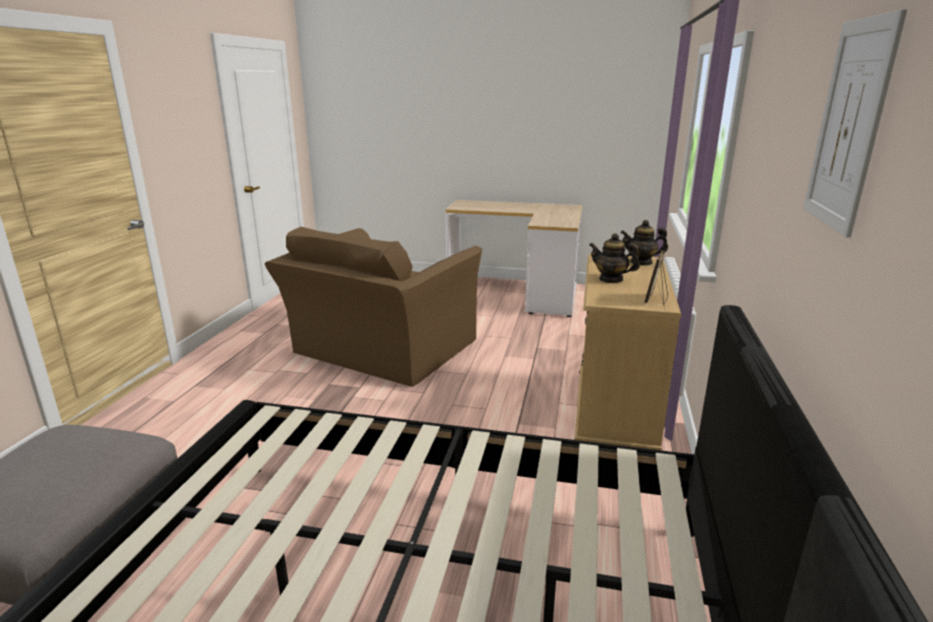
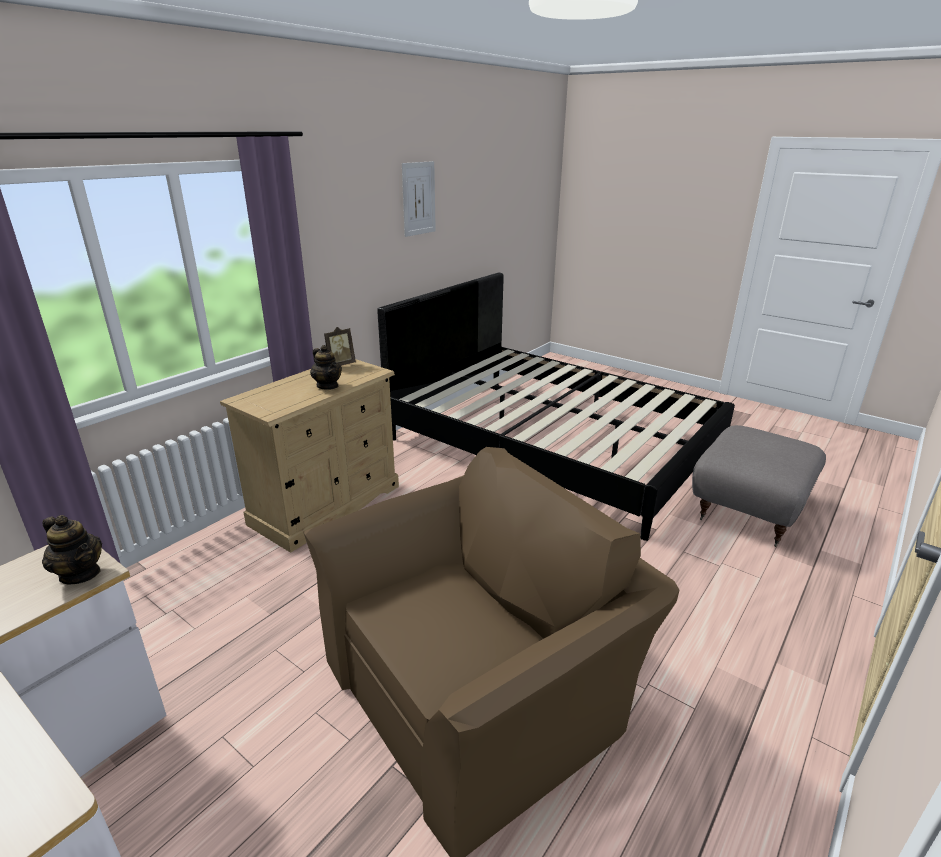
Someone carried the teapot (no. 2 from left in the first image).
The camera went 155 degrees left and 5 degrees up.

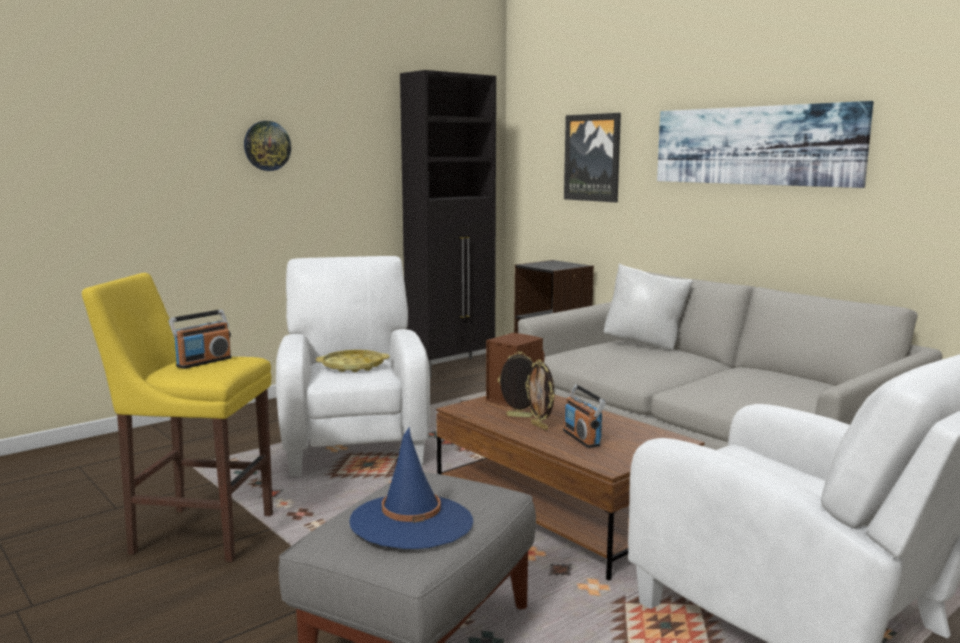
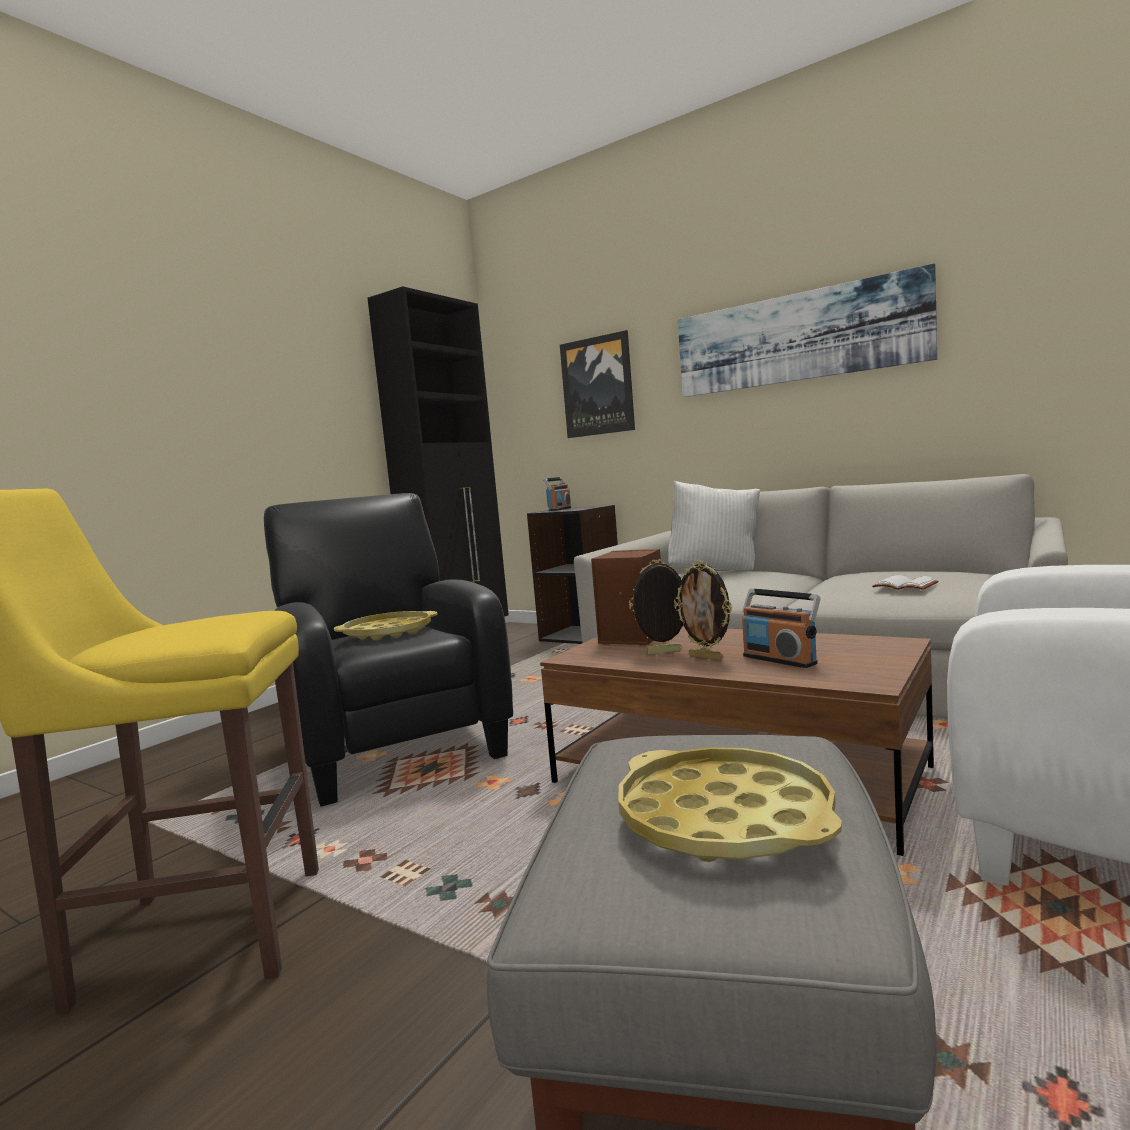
Someone took away the wall clock.
Someone repainted the armchair (white) (no. 1 from left), which became the armchair (black).
Someone carried the radio (no. 1 from left).
Someone swapped the hat (blue) for the tray (yellow) (no. 2 from left).
Someone put down the book (white).
The camera went 15 degrees left and 5 degrees down.

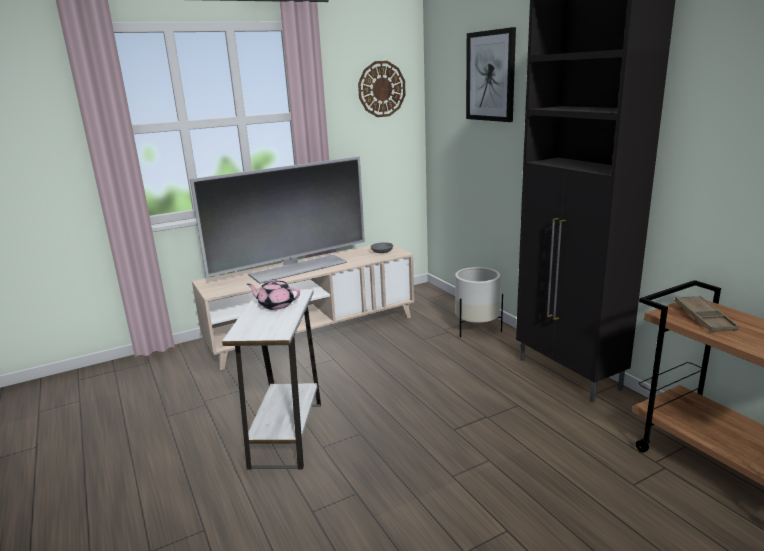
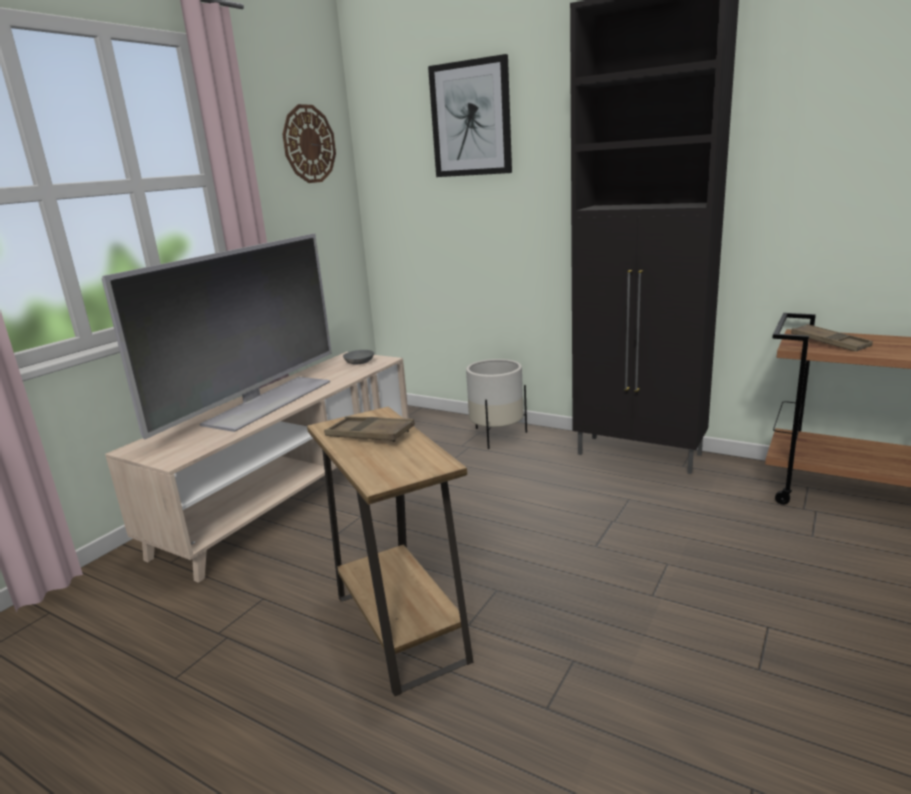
Someone swapped the teapot (pink) for the tray (brown) (no. 1 from left).
Someone repainted the side table (white), which became the side table (brown).
The camera went 30 degrees left and 0 degrees up.

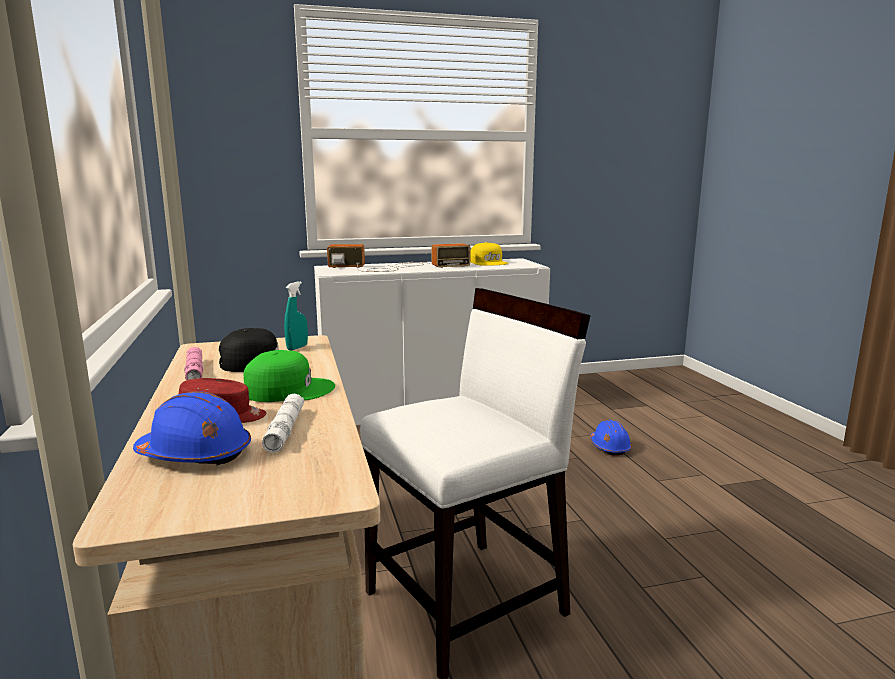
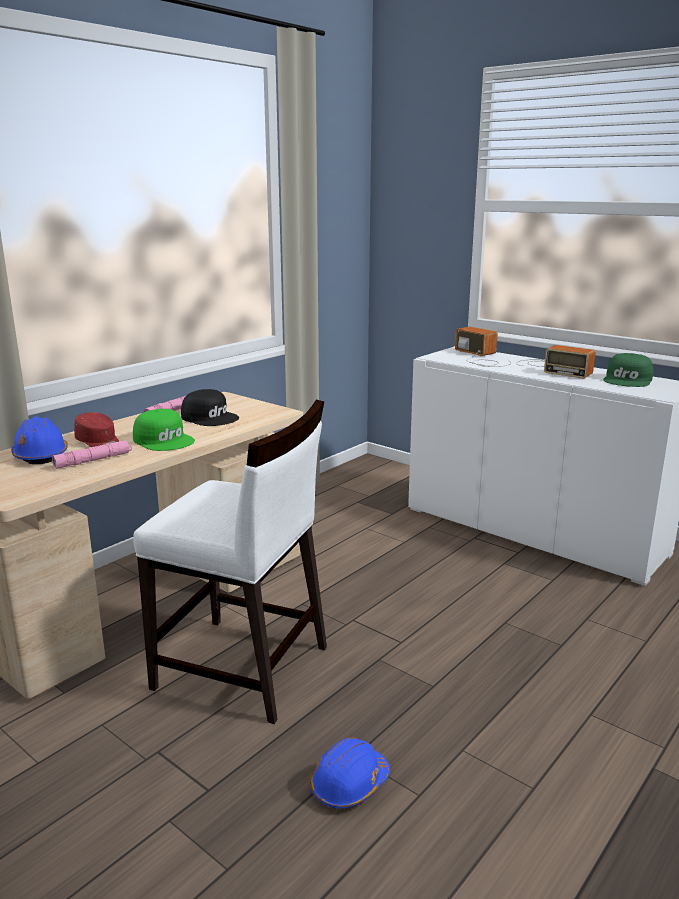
Someone repainted the cap (yellow), which became the cap (green) (no. 2 from left).
Someone took away the spray bottle (turquoise).
Someone repainted the flashlight (white), which became the flashlight (pink) (no. 1 from left).
Someone carried the hard hat (blue) (no. 2 from left).
The camera went 55 degrees right and 5 degrees up.

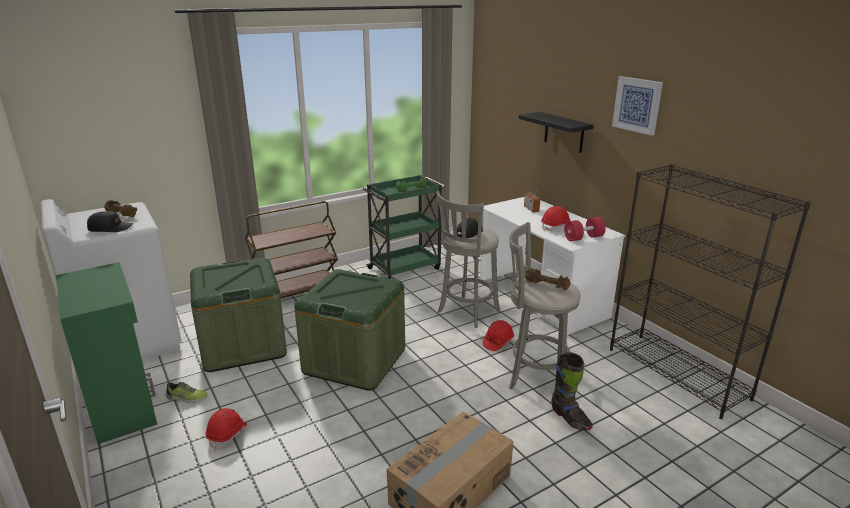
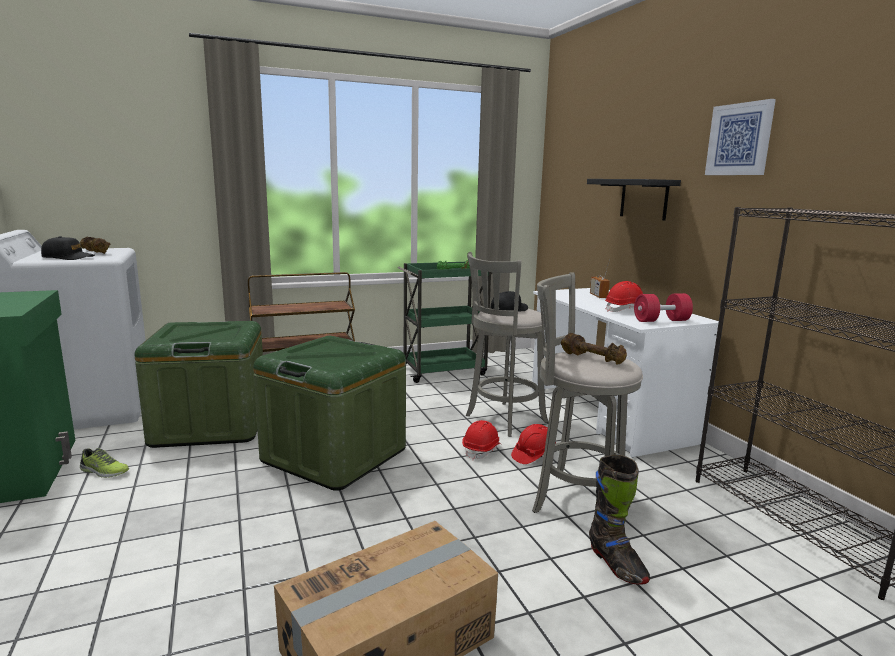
Someone carried the hard hat (red) (no. 1 from left).
The camera went 10 degrees right and 10 degrees down.

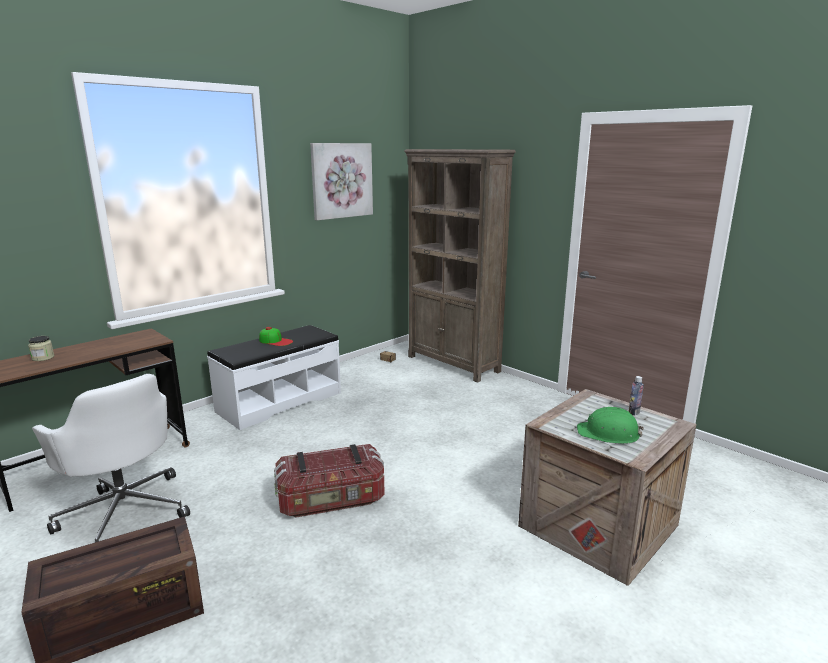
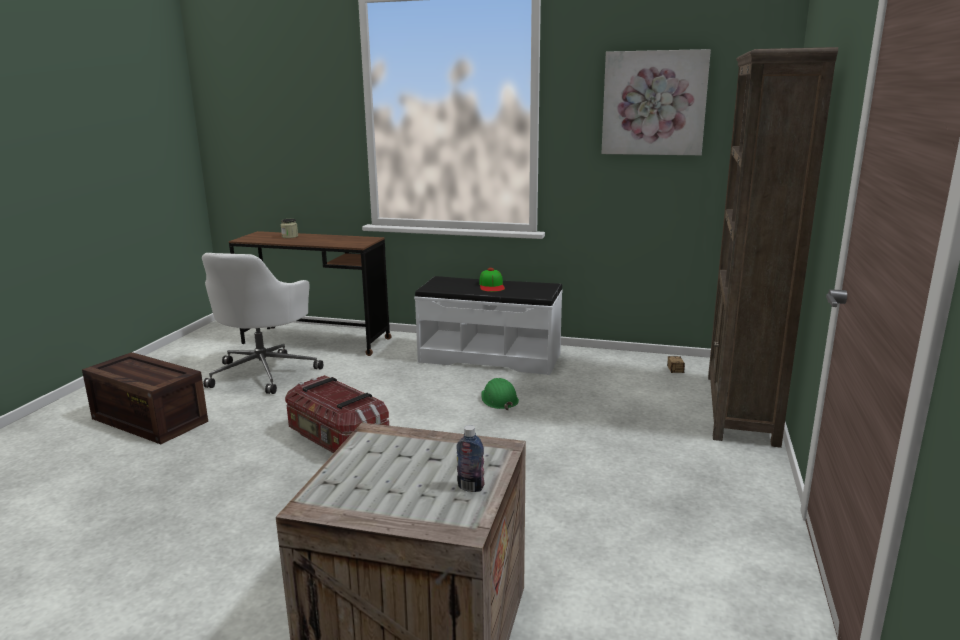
Someone carried the hard hat (green).
The camera went 60 degrees right and 0 degrees up.

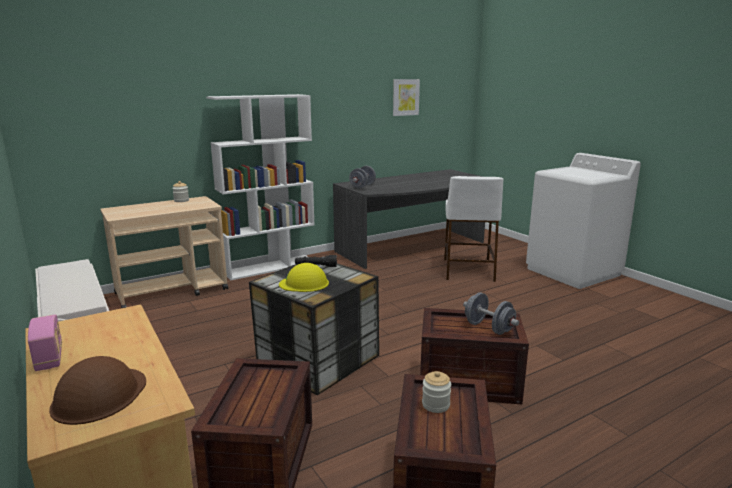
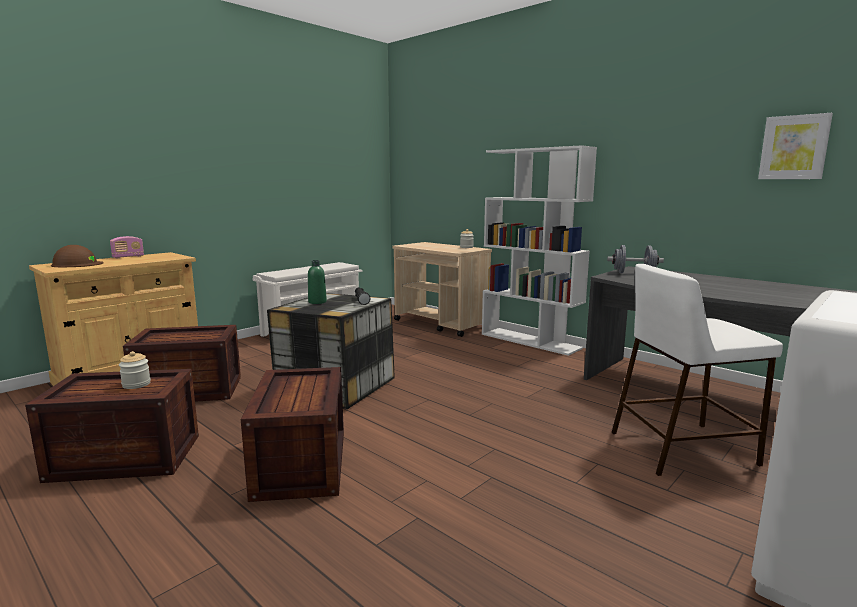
Someone swapped the hard hat (yellow) for the bottle (green).
Someone took away the dumbbell (grey) (no. 2 from left).
The camera went 75 degrees right and 5 degrees down.

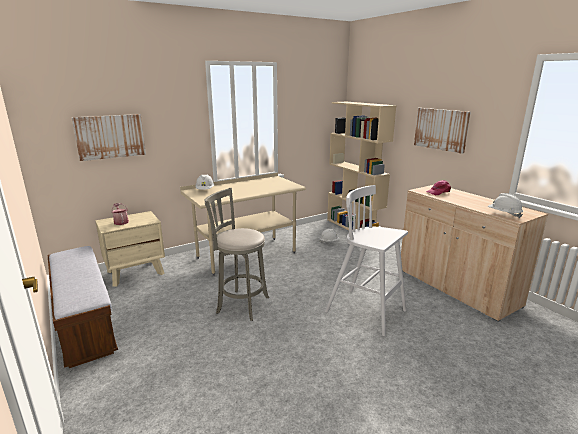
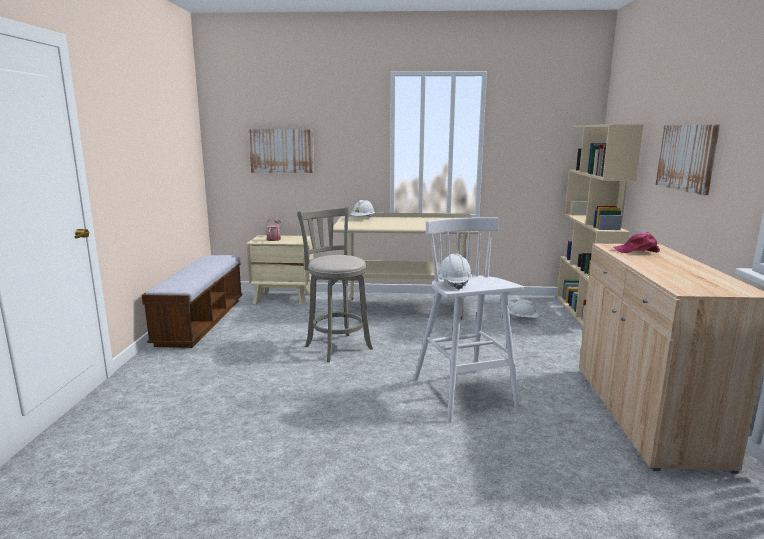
Someone carried the hard hat (white) (no. 3 from left in the first image).
The camera went 35 degrees right and 5 degrees down.

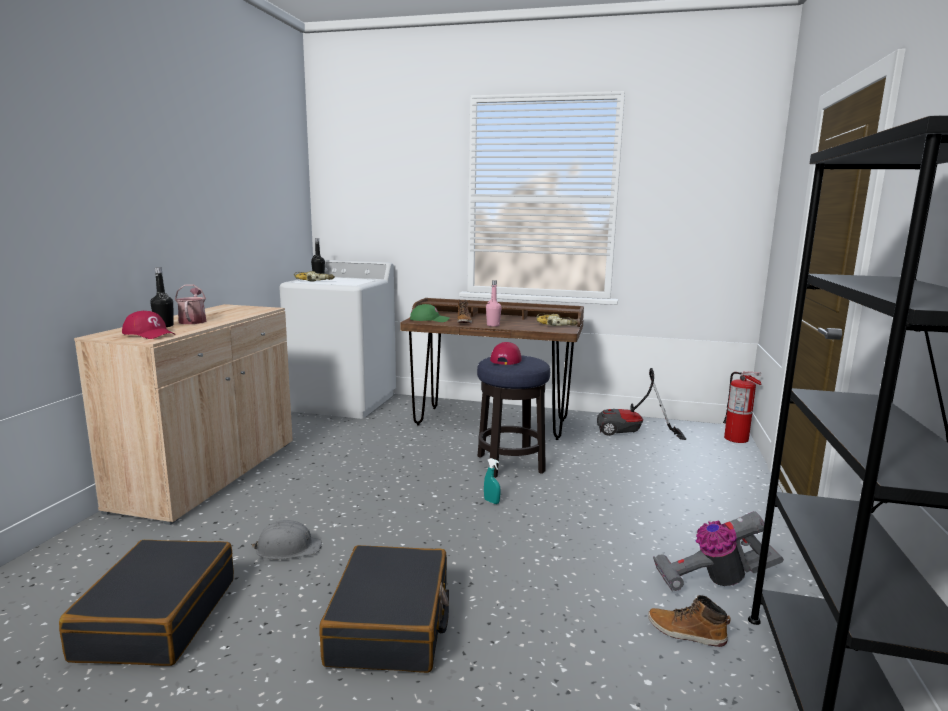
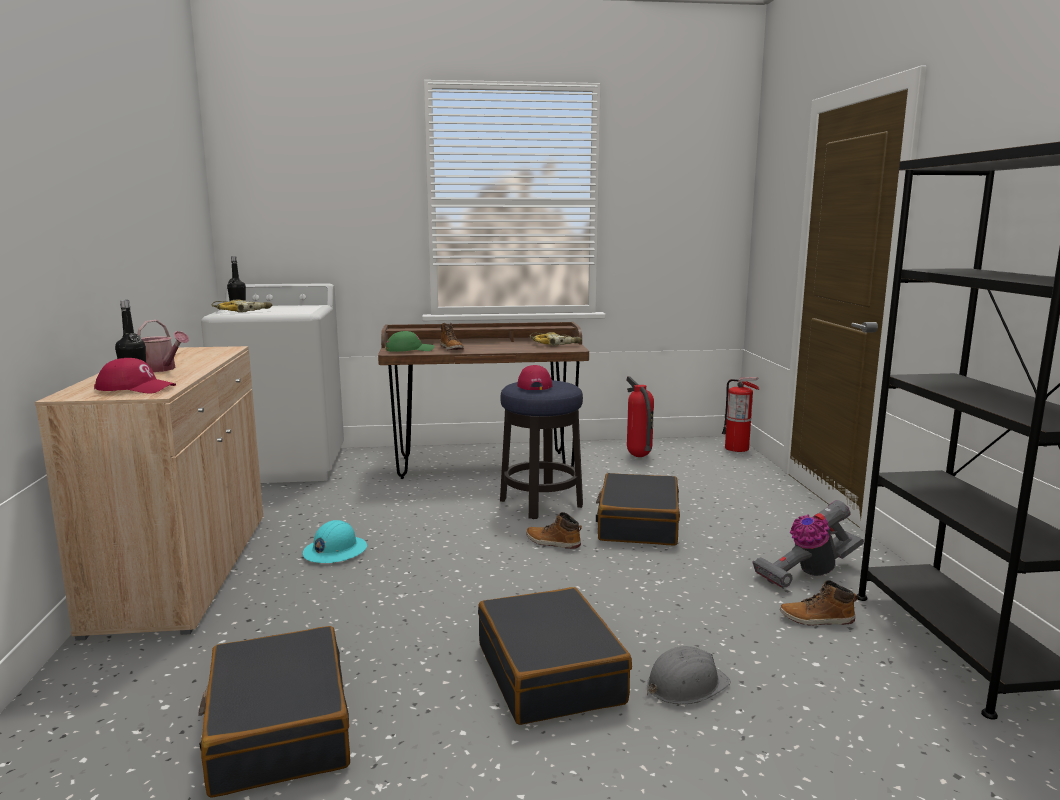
Someone took away the bottle (pink).
Someone rotated the watering can by 150 degrees clockwise.
Someone swapped the vacuum cleaner (no. 1 from left) for the fire extinguisher (no. 1 from left).
Someone swapped the spray bottle (turquoise) for the boot (no. 2 from left).
Someone carried the hard hat (grey).
Someone put down the suitcase (black) (no. 3 from left).
Someone put down the hard hat (turquoise).
The camera went 20 degrees left and 0 degrees up.

